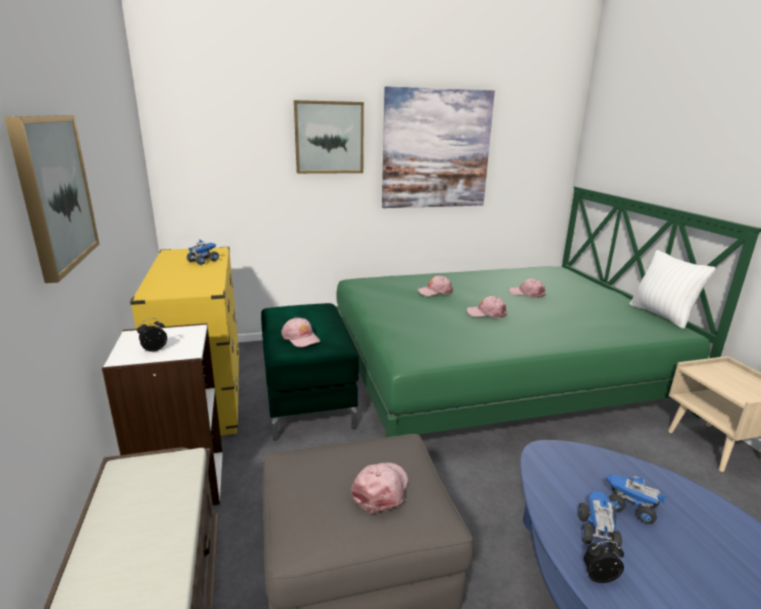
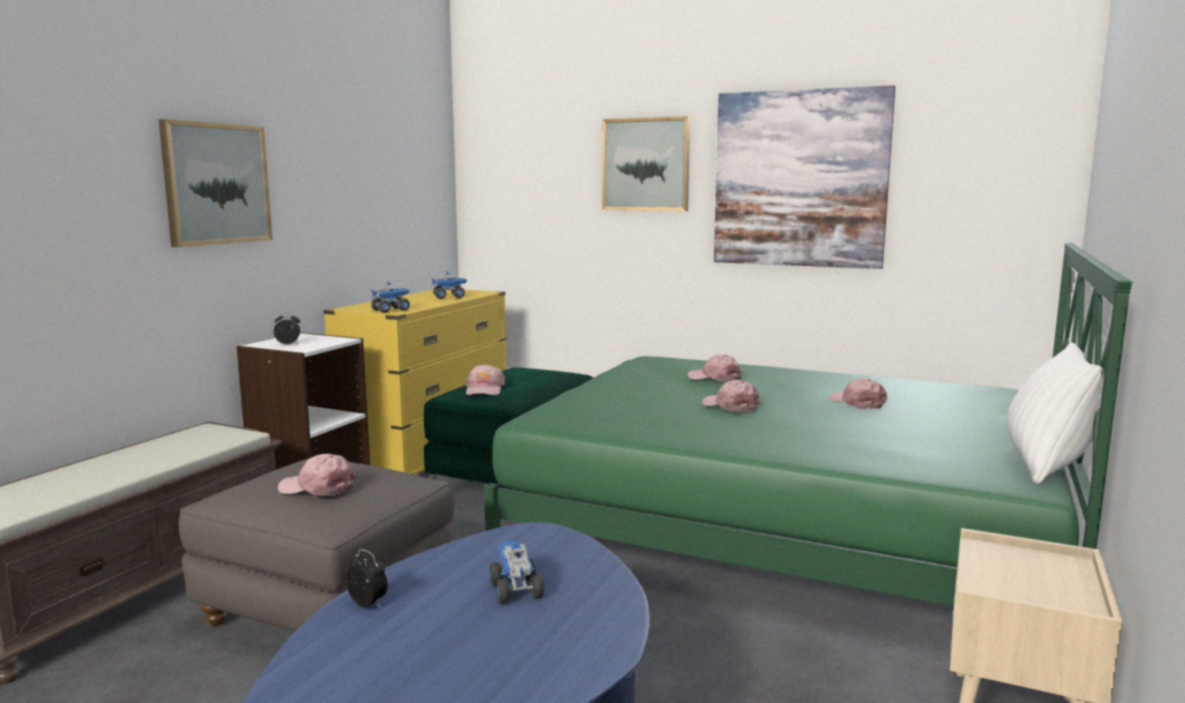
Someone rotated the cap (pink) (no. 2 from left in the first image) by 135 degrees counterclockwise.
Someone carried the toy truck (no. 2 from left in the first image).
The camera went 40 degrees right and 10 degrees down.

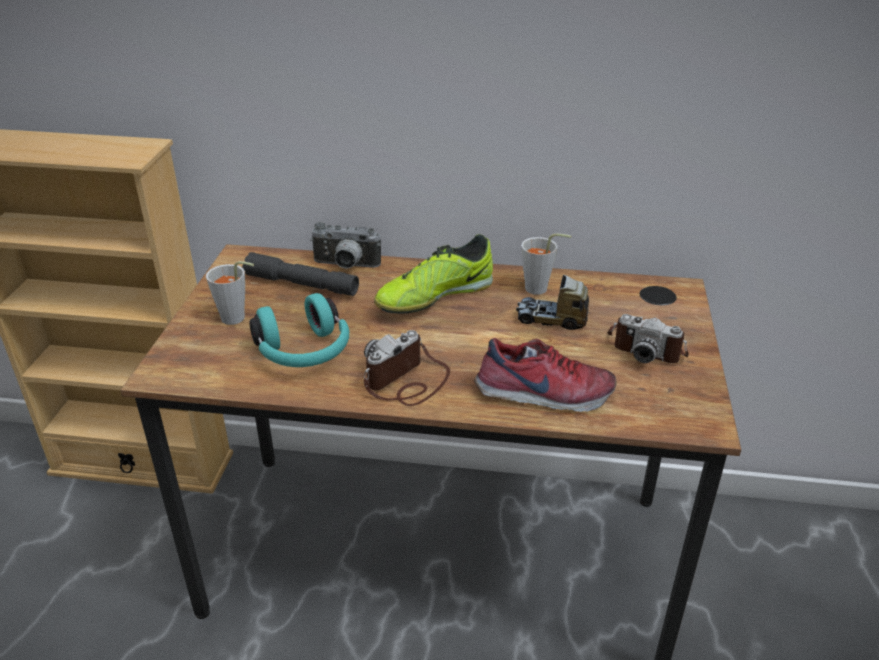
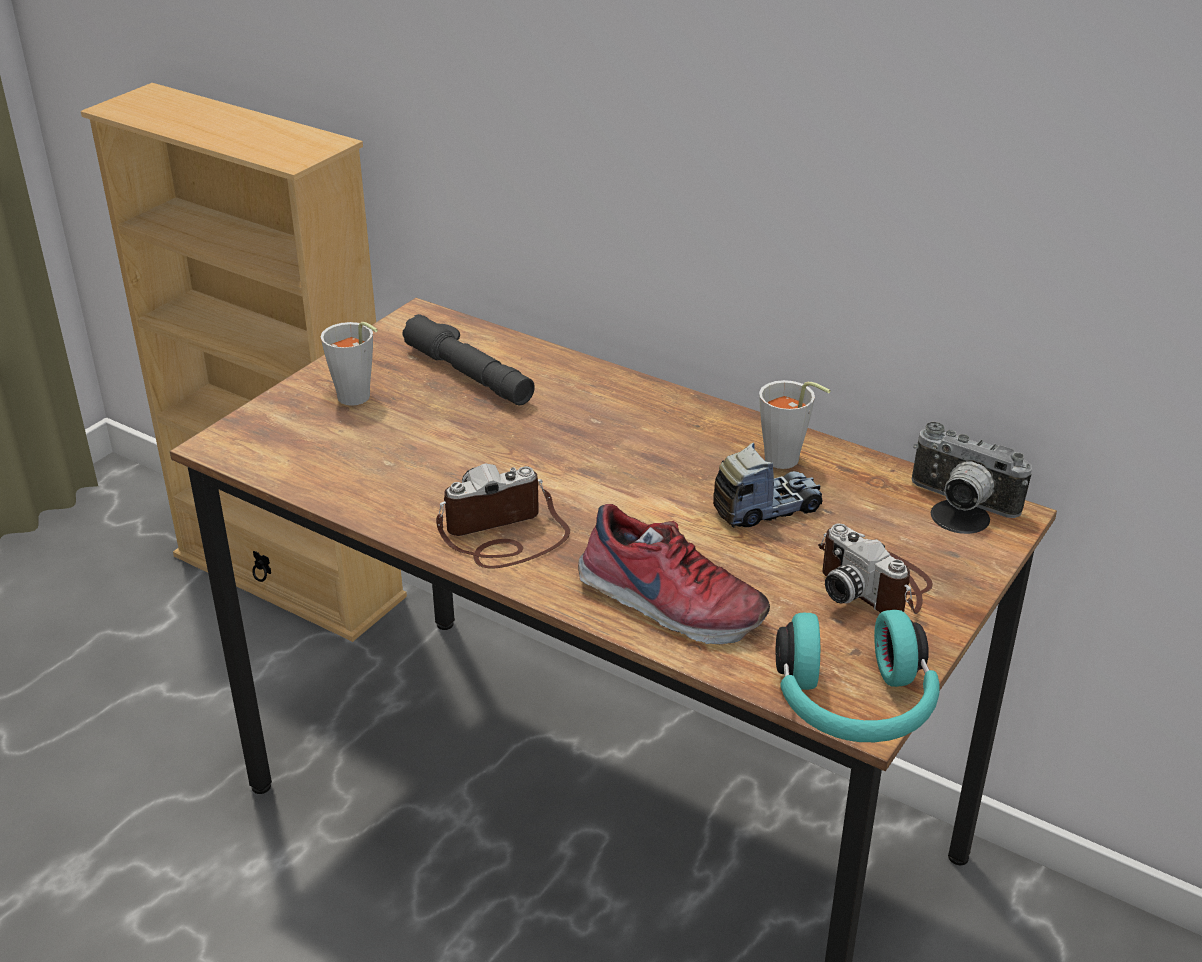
Someone carried the photo camera (no. 1 from left in the first image).
Someone took away the shoe (no. 1 from left).
Someone rotated the toy truck by 120 degrees clockwise.
Someone carried the headphones (turquoise).
The camera went 25 degrees right and 0 degrees up.

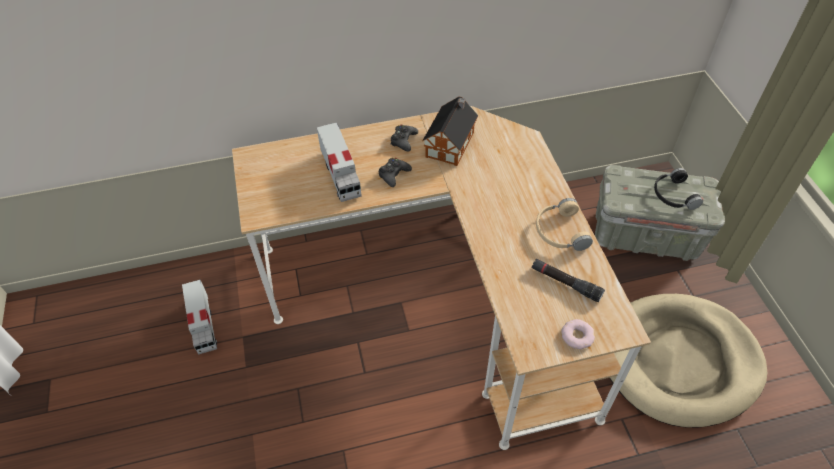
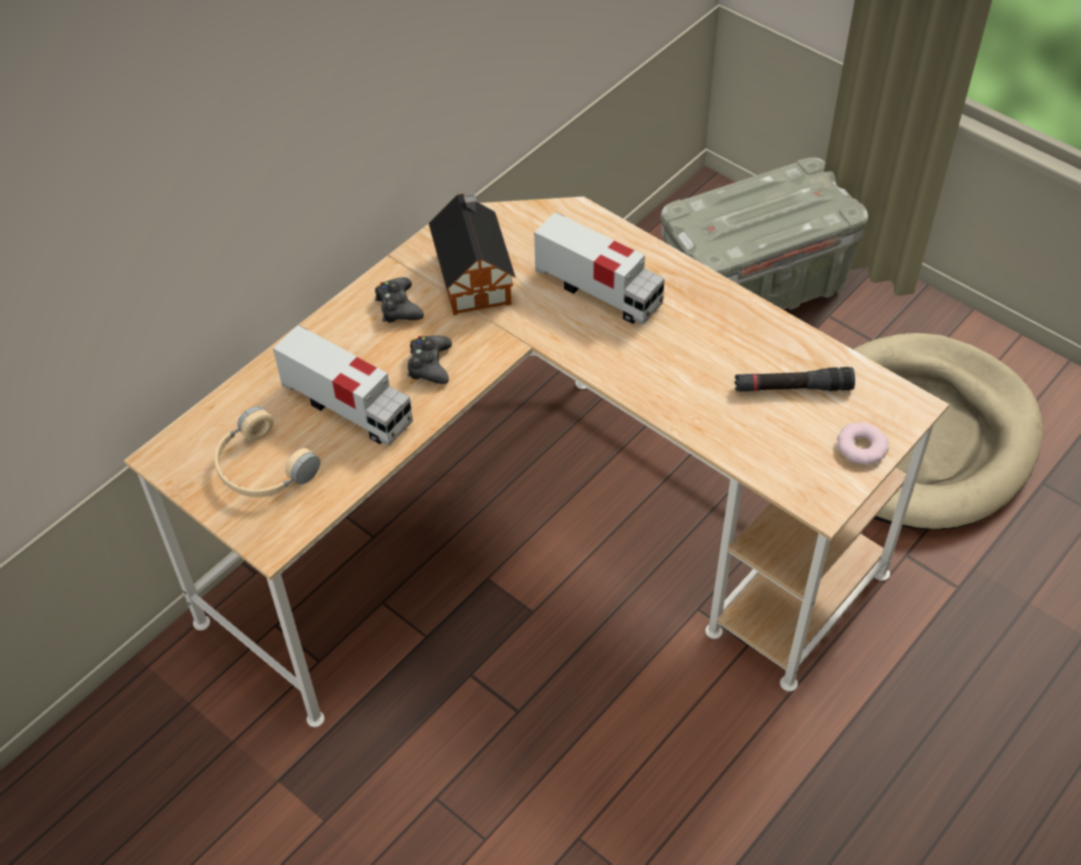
Someone took away the headphones (black).
Someone carried the headphones (beige).
Someone carried the toy truck (no. 1 from left in the first image).
The camera went 35 degrees left and 0 degrees up.

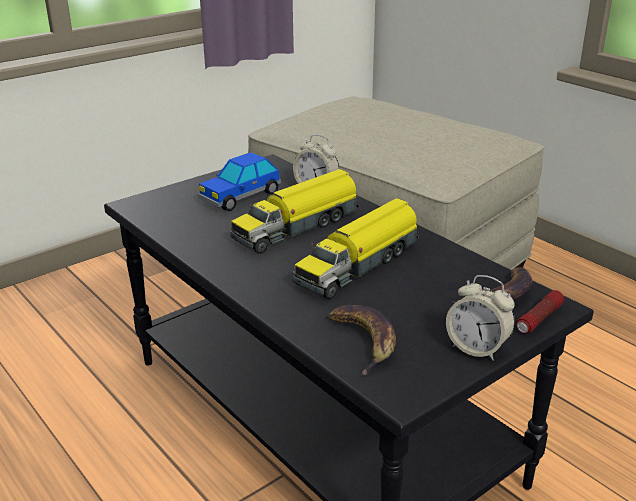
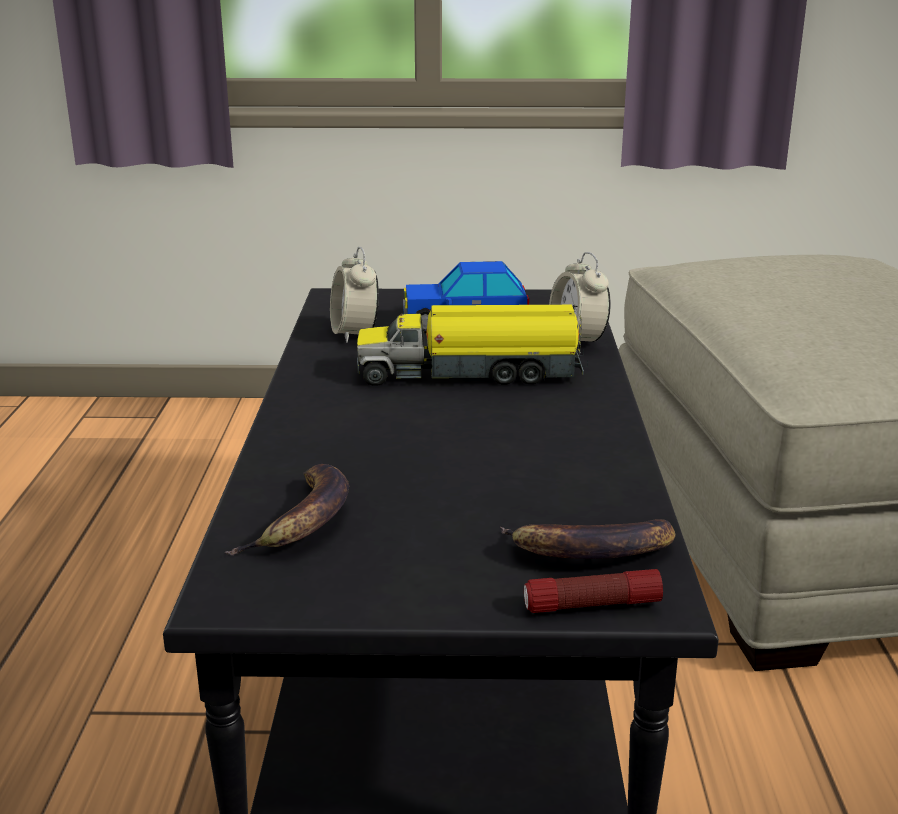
Someone took away the toy truck (no. 2 from left).
Someone carried the alarm clock (no. 2 from left in the first image).
The camera went 40 degrees right and 5 degrees down.

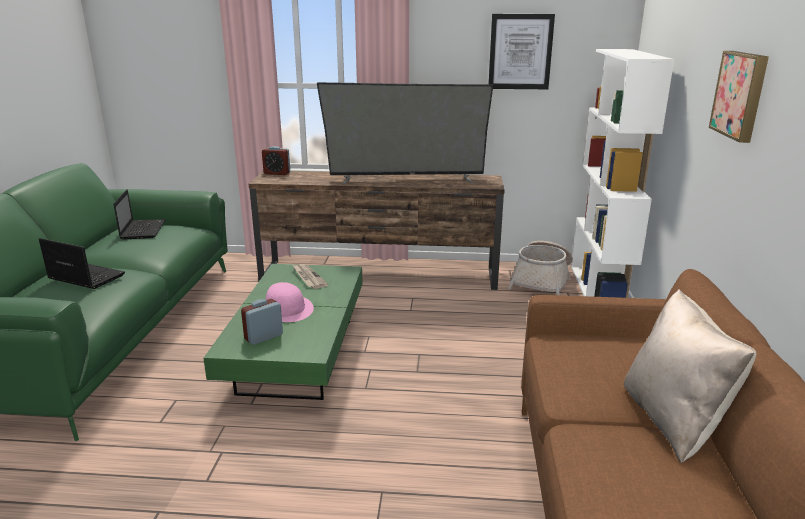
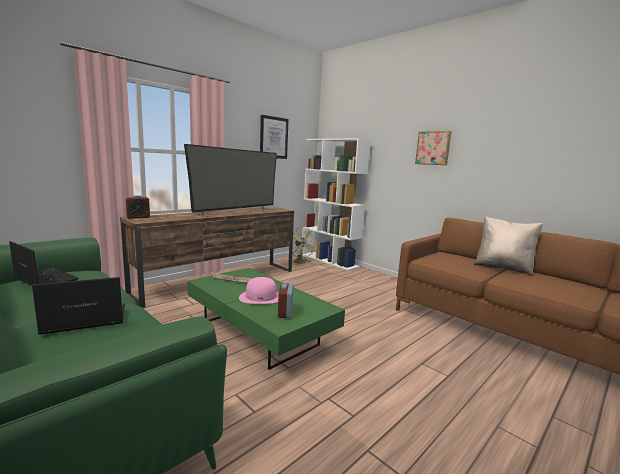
Someone swapped the basket for the fan (green).
The camera went 50 degrees left and 10 degrees down.

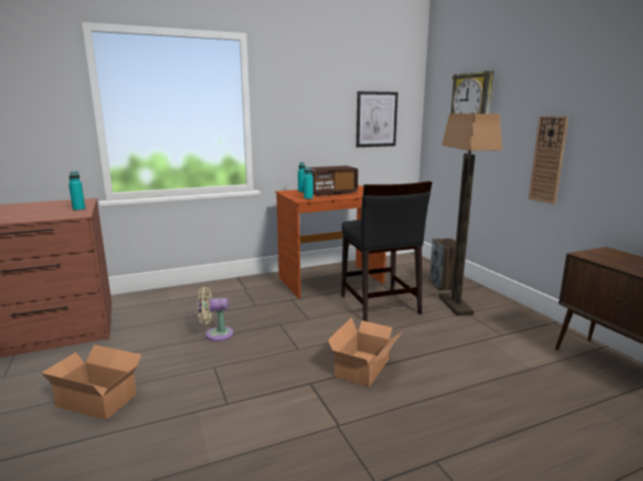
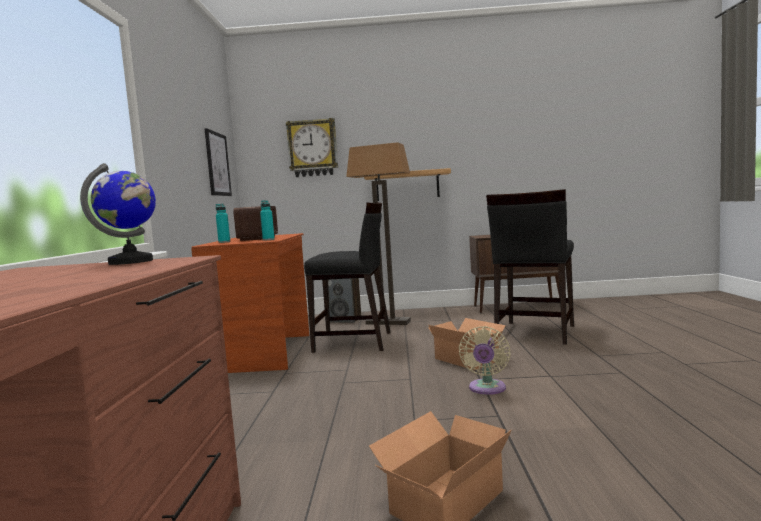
Someone swapped the wall clock (no. 2 from left) for the shelf.
Someone swapped the bottle (turquoise) (no. 1 from left) for the globe.
Someone carried the fan (beige).
Someone put down the chair (black) (no. 2 from left).
The camera went 65 degrees left and 10 degrees down.

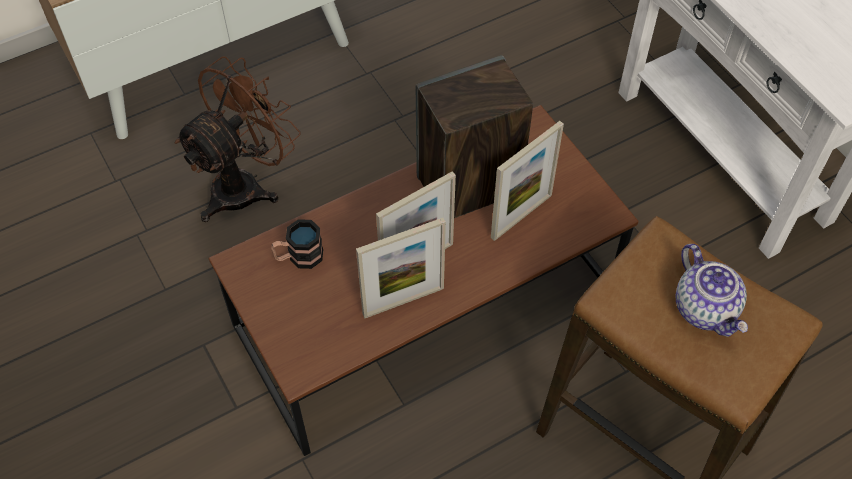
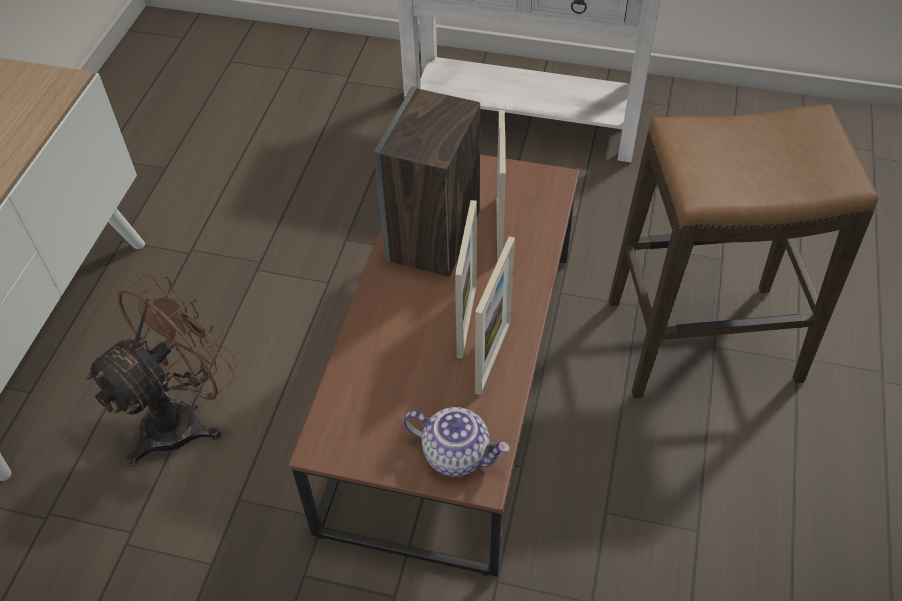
Someone rotated the fan (brown) by 45 degrees clockwise.
Someone took away the mug.
Someone carried the teapot.
The camera went 45 degrees left and 5 degrees down.

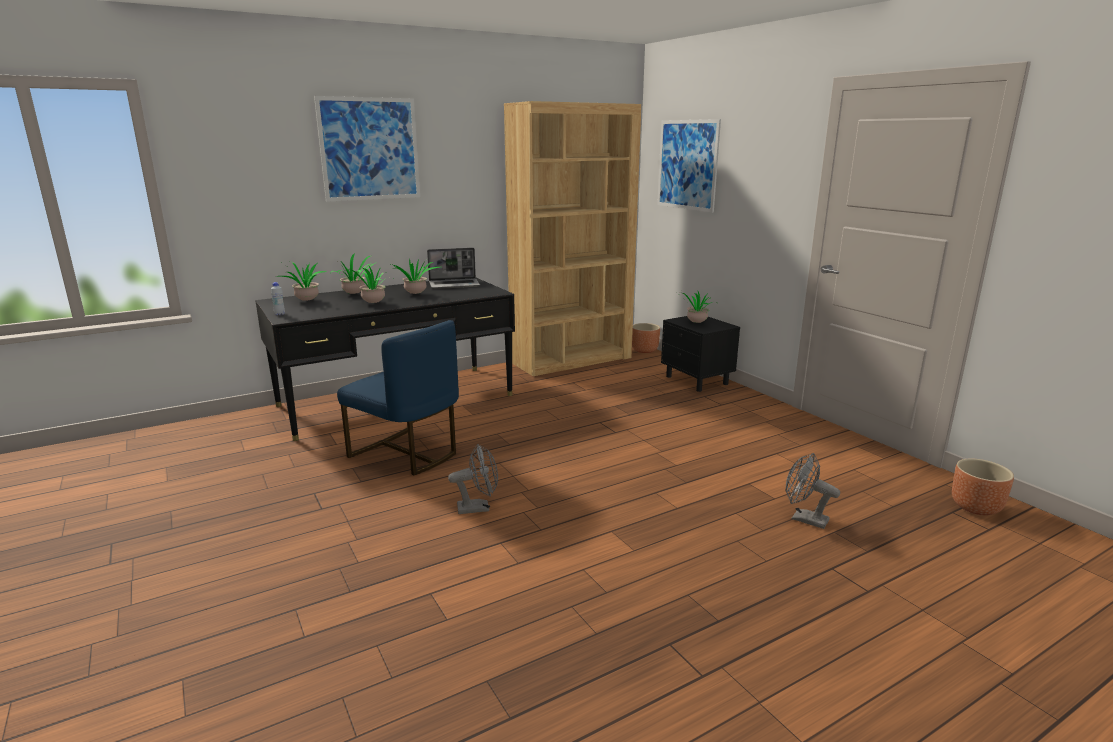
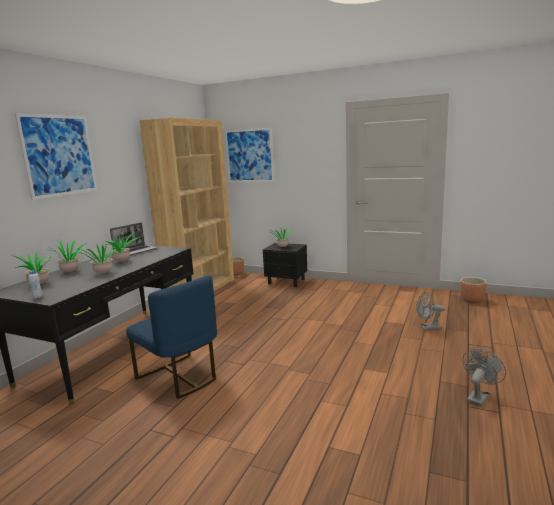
Someone rotated the chair (blue) by 45 degrees clockwise.
Someone carried the fan (grey) (no. 1 from left in the first image).
The camera went 35 degrees left and 5 degrees down.

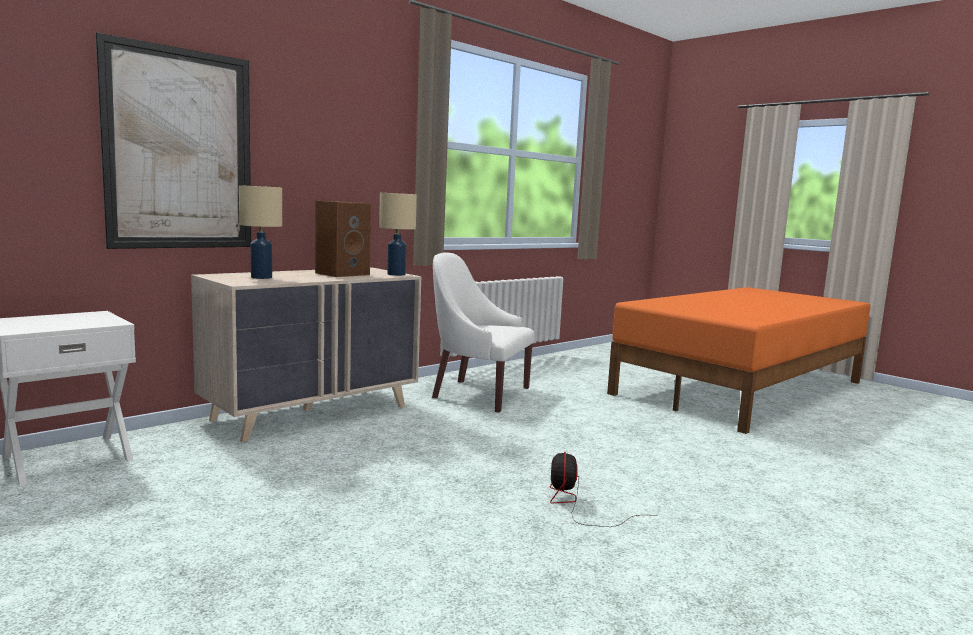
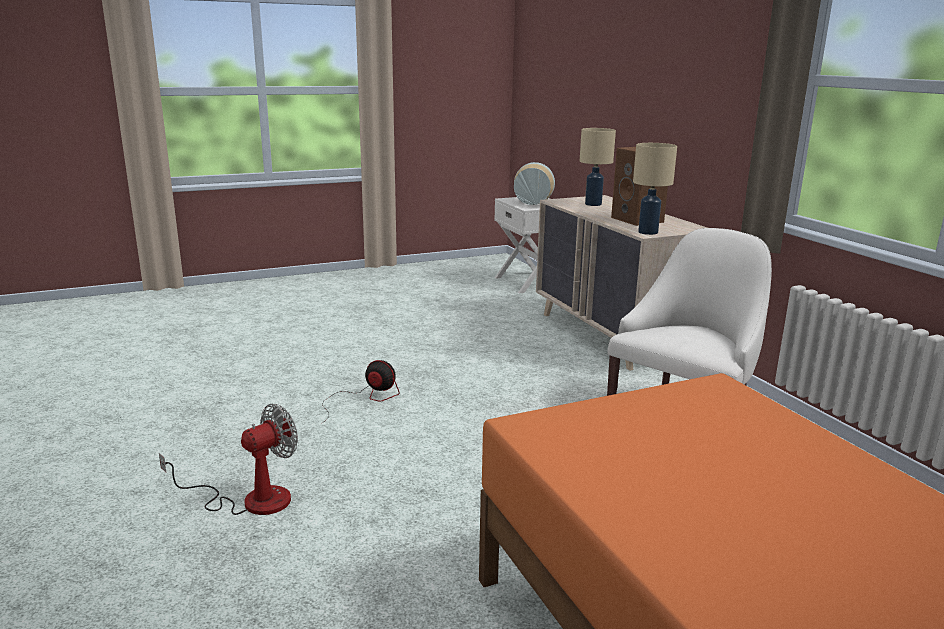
Someone took away the picture.
Someone put down the vase.
Someone put down the fan (no. 1 from left).
The camera went 110 degrees right and 10 degrees up.

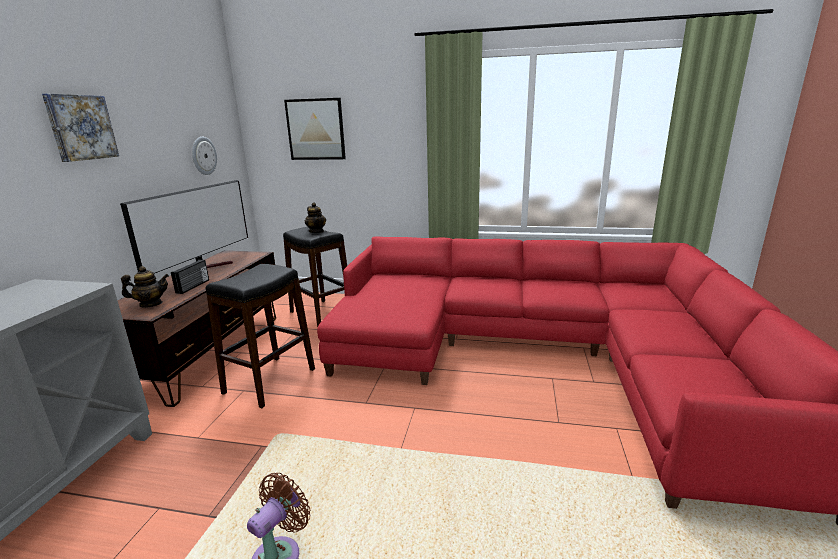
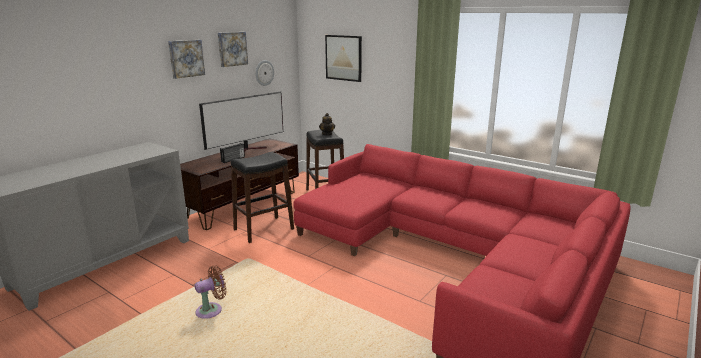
Someone took away the teapot (no. 1 from left).
Someone put up the picture (no. 2 from left).
The camera went 25 degrees right and 0 degrees up.

